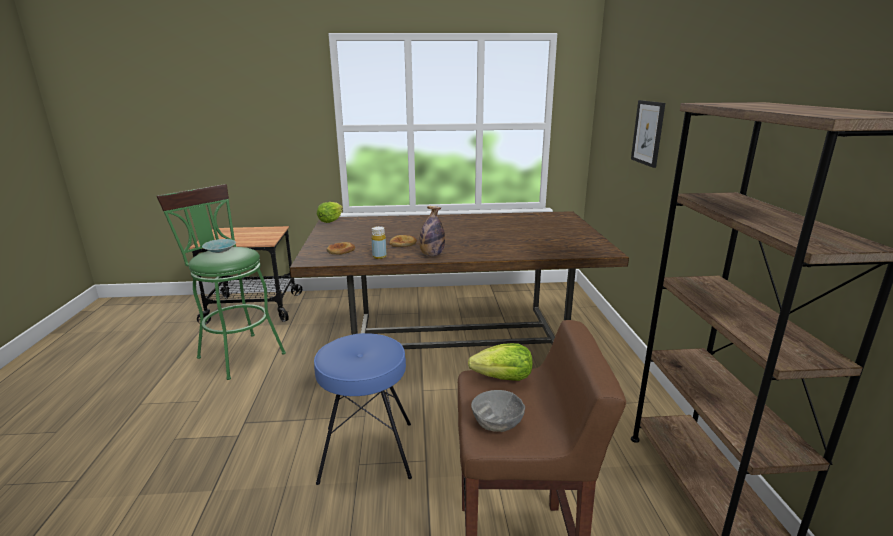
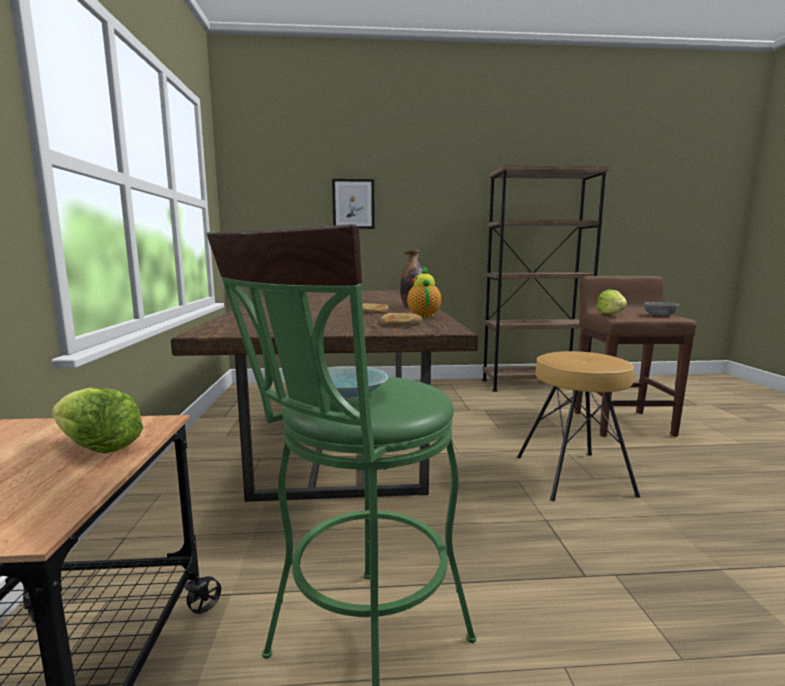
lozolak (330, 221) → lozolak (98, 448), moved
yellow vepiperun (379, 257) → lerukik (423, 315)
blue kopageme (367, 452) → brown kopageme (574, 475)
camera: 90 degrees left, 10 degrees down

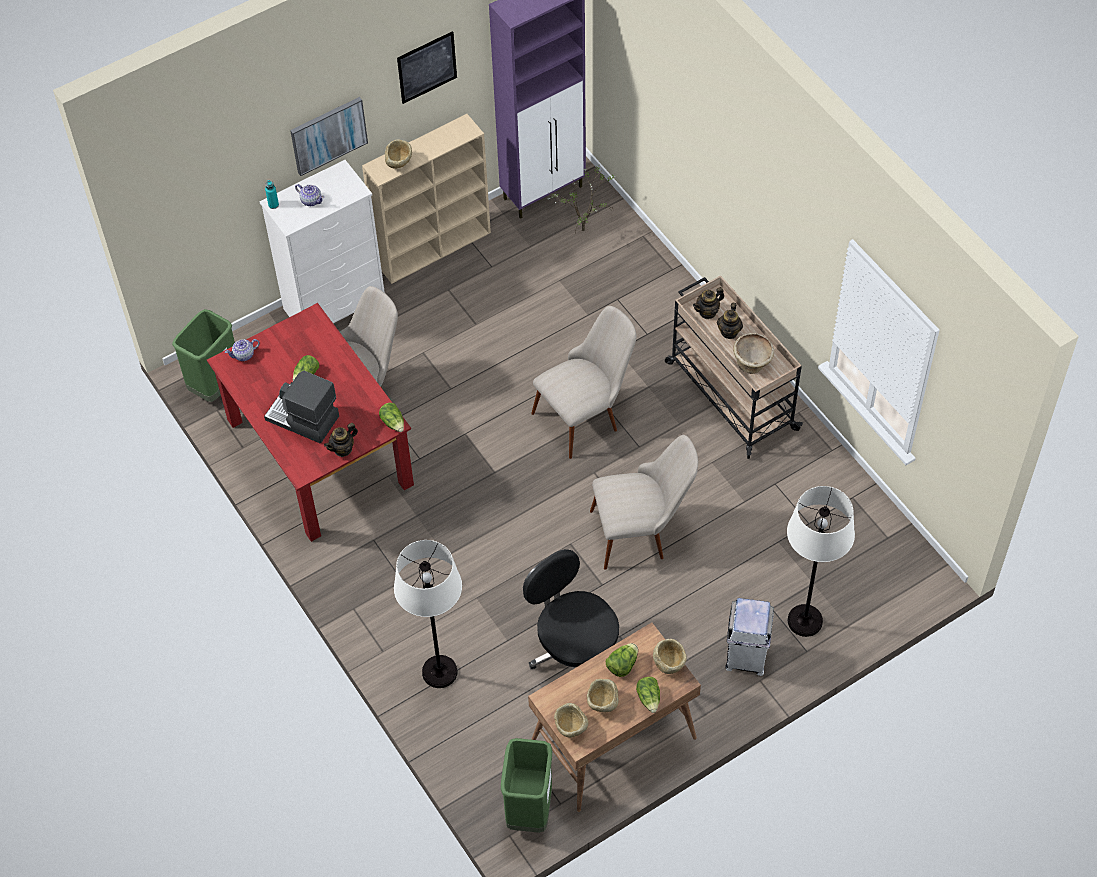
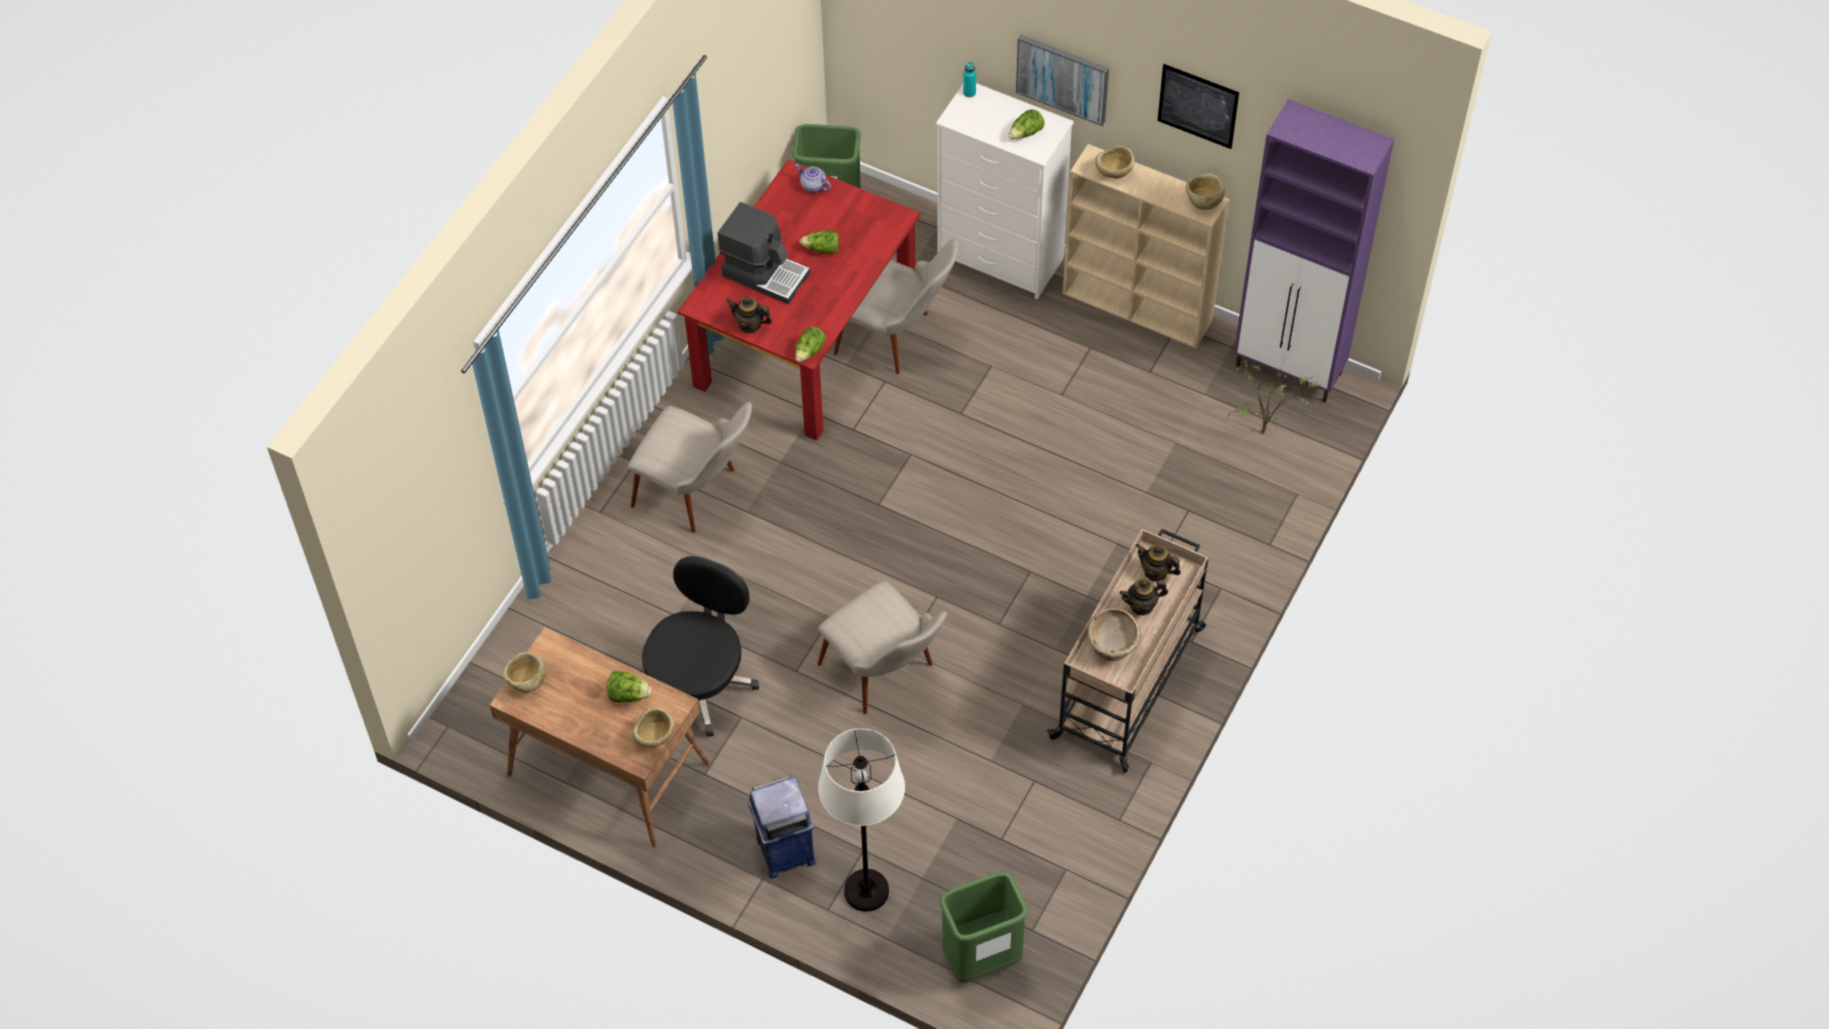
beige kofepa (586, 414) → beige kofepa (699, 494), moved
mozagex (302, 419) → mozagex (765, 273), 120 degrees clockwise
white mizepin (746, 657) → blue mizepin (784, 851)
green mizepin (529, 810) → green mizepin (981, 960), moved
lozolak (649, 698) → lozolak (1026, 133), moved
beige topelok (602, 703) → beige topelok (1203, 202), moved
lerukik (311, 200) → -
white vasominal (439, 672) → -
camera: 60 degrees right, 0 degrees up

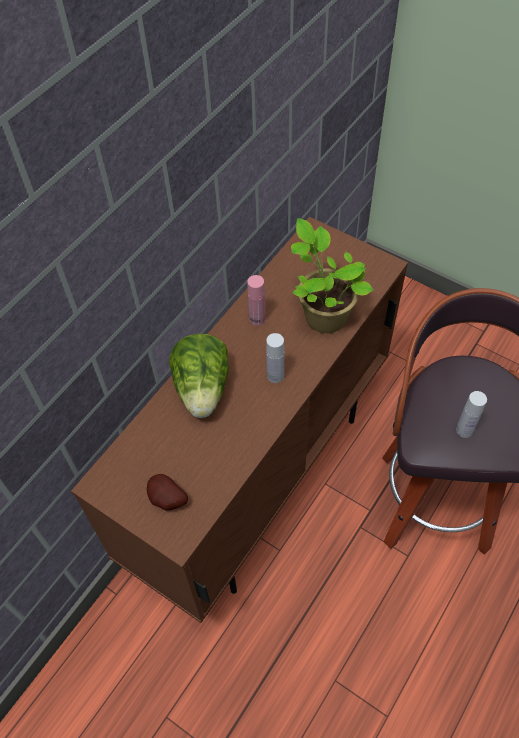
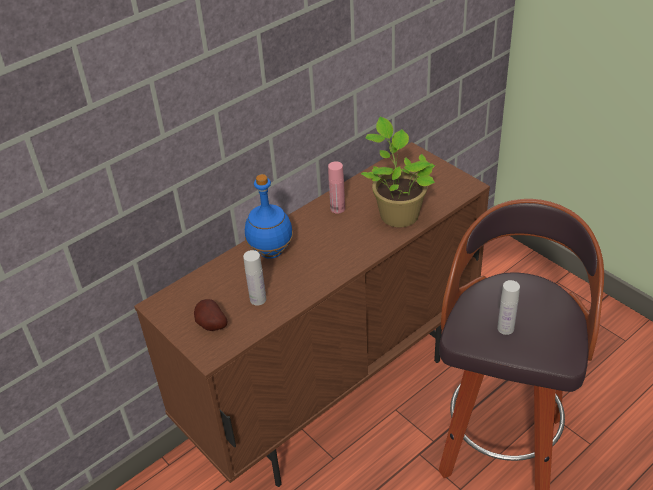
white vepiperun (275, 375) → white vepiperun (258, 299), moved
lozolak (203, 389) → blue vepiperun (271, 251)
camera: 15 degrees right, 15 degrees down

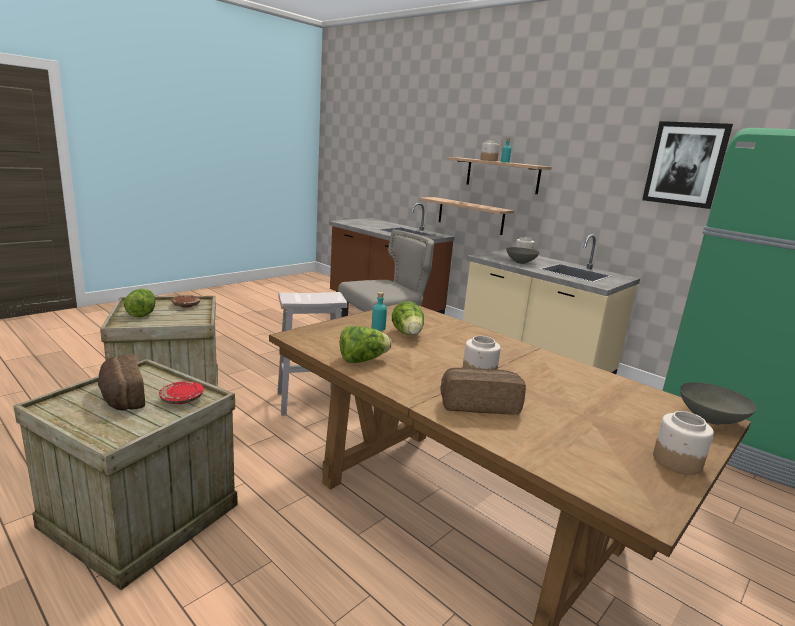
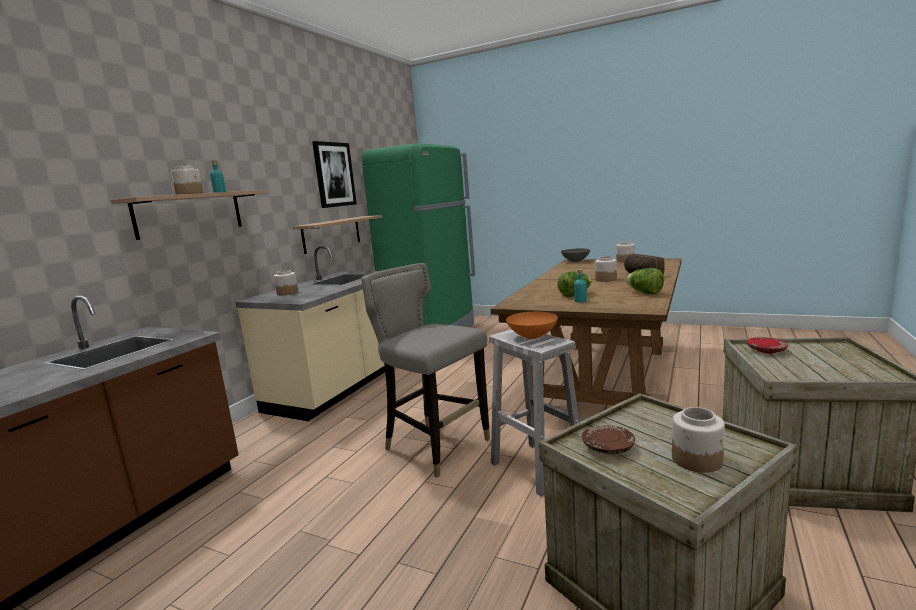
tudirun (470, 215) → tudirun (332, 234), moved
- → orange topelok (533, 336)
lozolak (142, 313) → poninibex (697, 460)
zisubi (121, 397) → -
grey topelok (521, 262) → -
camera: 105 degrees left, 5 degrees down

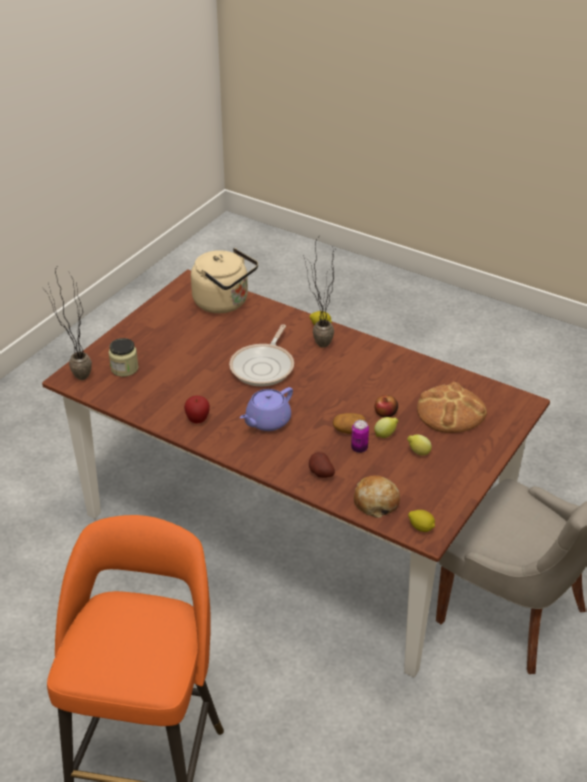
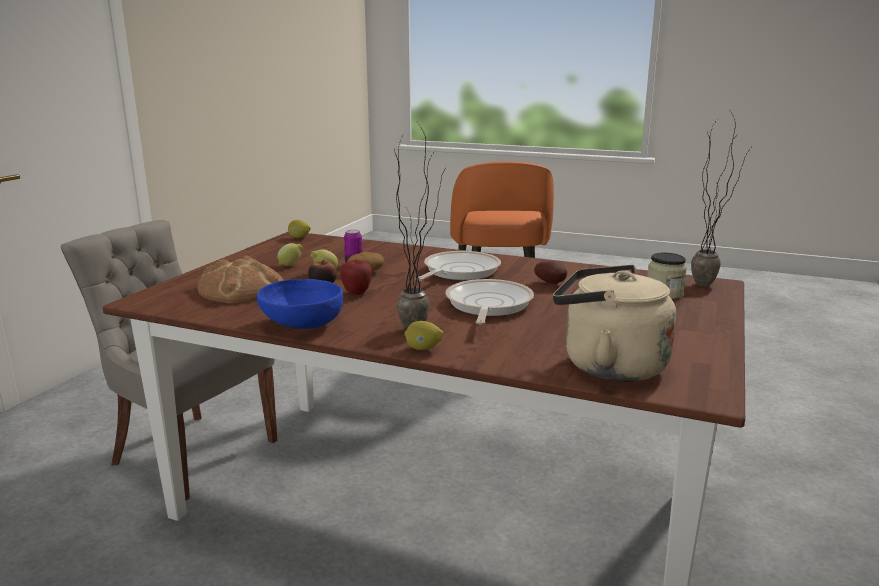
- → blue topelok (301, 324)
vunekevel (198, 420) → vunekevel (356, 293), moved
purple lerukik (267, 421) → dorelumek (458, 272)
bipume (320, 474) → bipume (551, 283), moved
zisubi (376, 502) → -
camera: 170 degrees right, 20 degrees down

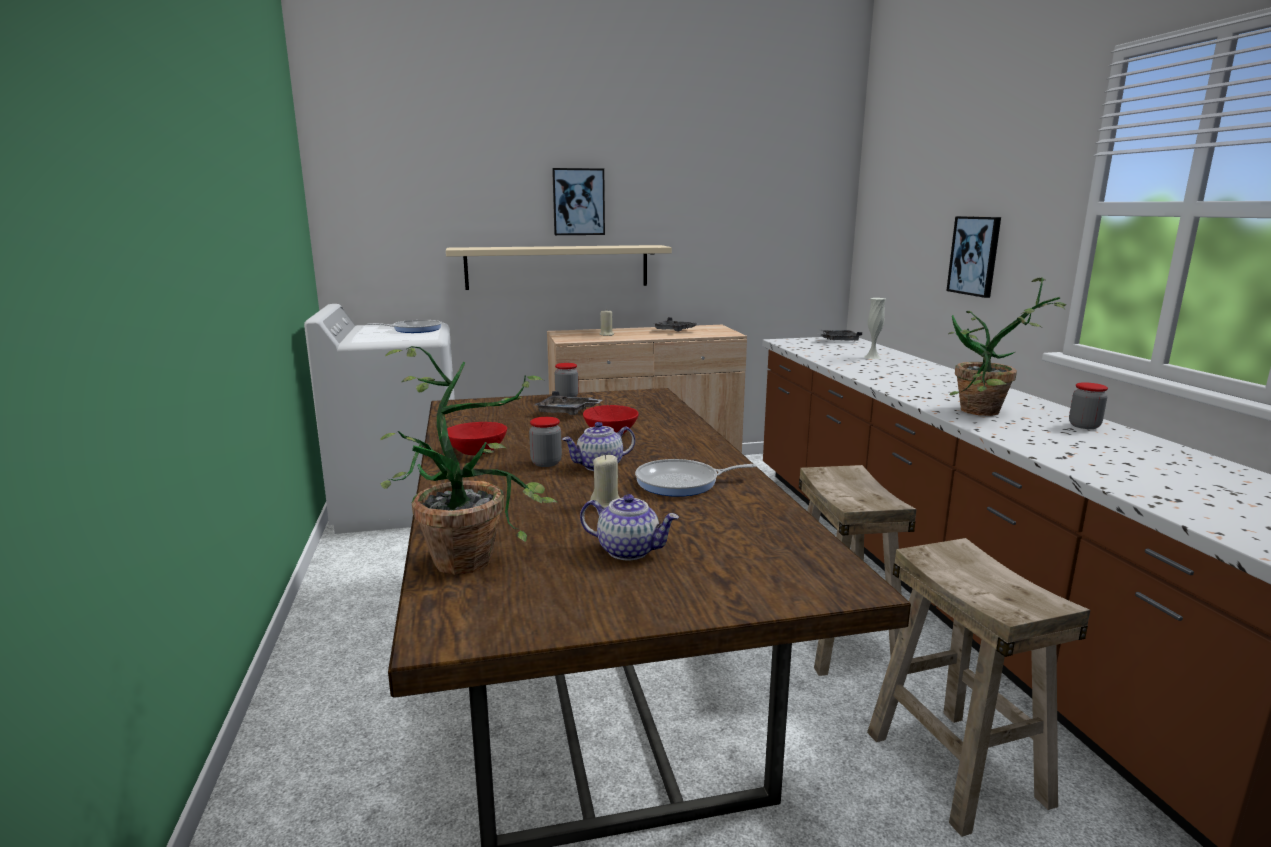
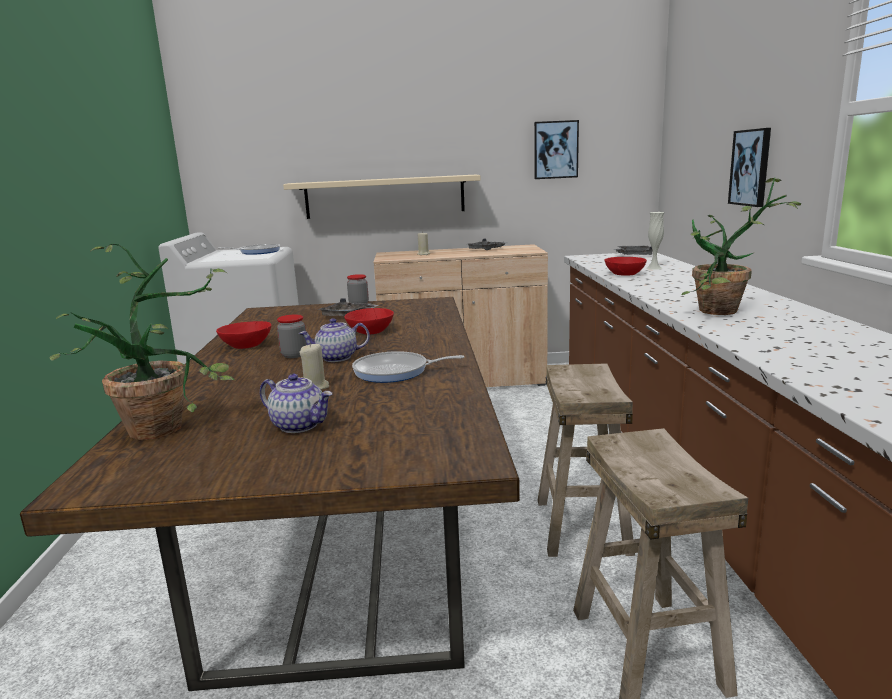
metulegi (578, 202) → metulegi (555, 150), moved
- → red topelok (624, 274)
poninibex (1084, 426) → -
camera: 10 degrees right, 0 degrees up

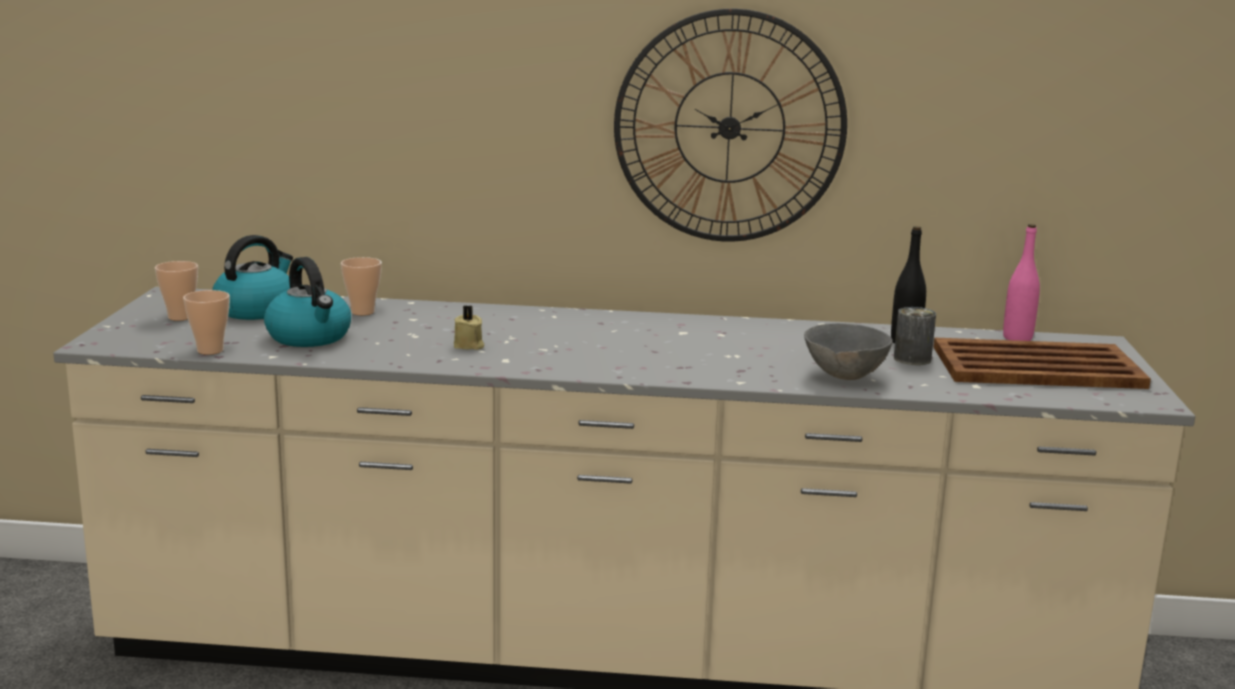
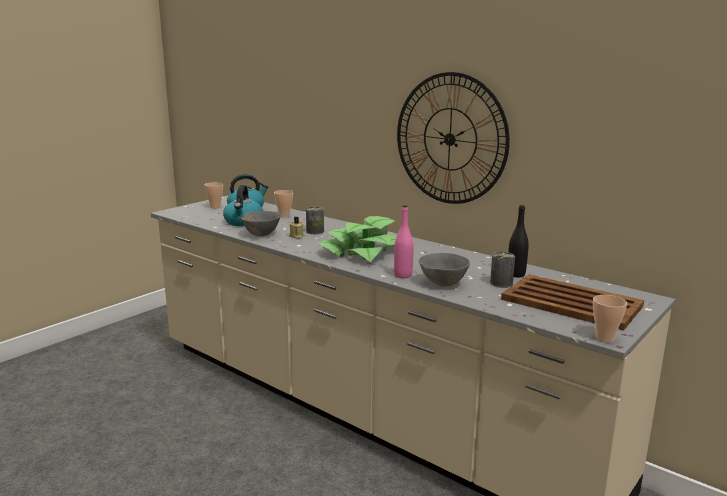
- → grey topelok (261, 234)
- → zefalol (315, 231)
- → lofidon (363, 252)
pink vepiperun (1017, 338) → pink vepiperun (403, 275), moved
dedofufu (210, 350) → dedofufu (604, 338), moved
camera: 35 degrees right, 0 degrees up

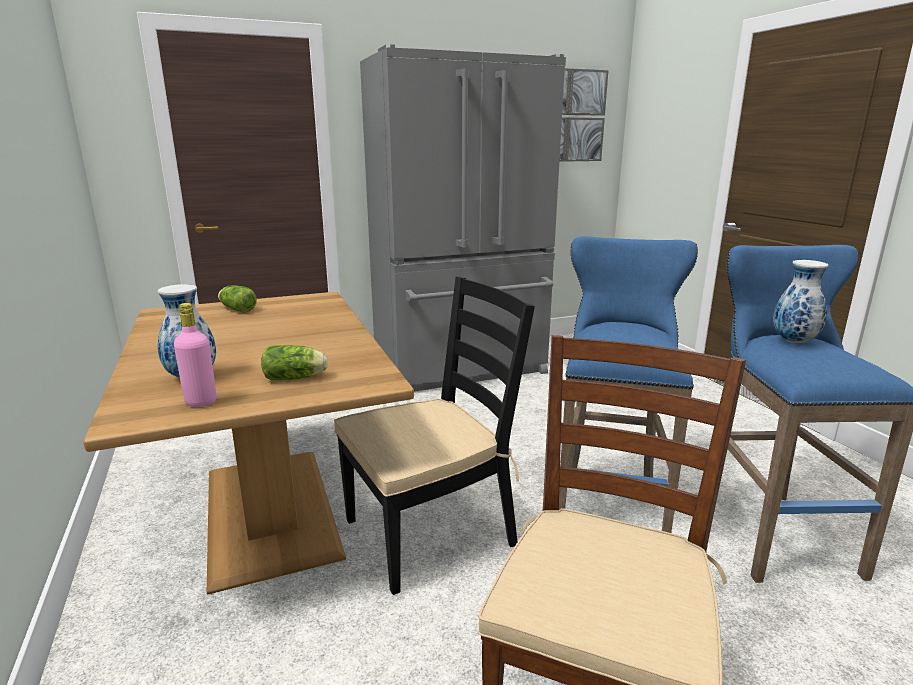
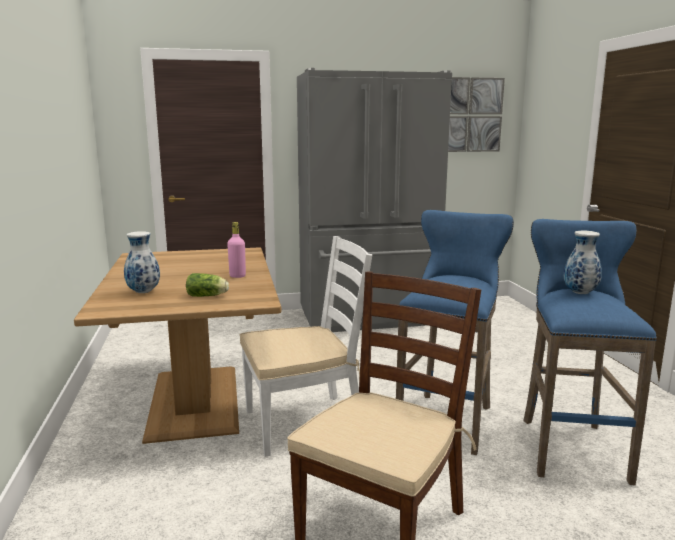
pink vepiperun (201, 402) → pink vepiperun (237, 276), moved
black kofepa (431, 531) → white kofepa (304, 423)
lozolak (236, 309) → -
camera: 10 degrees right, 5 degrees down

